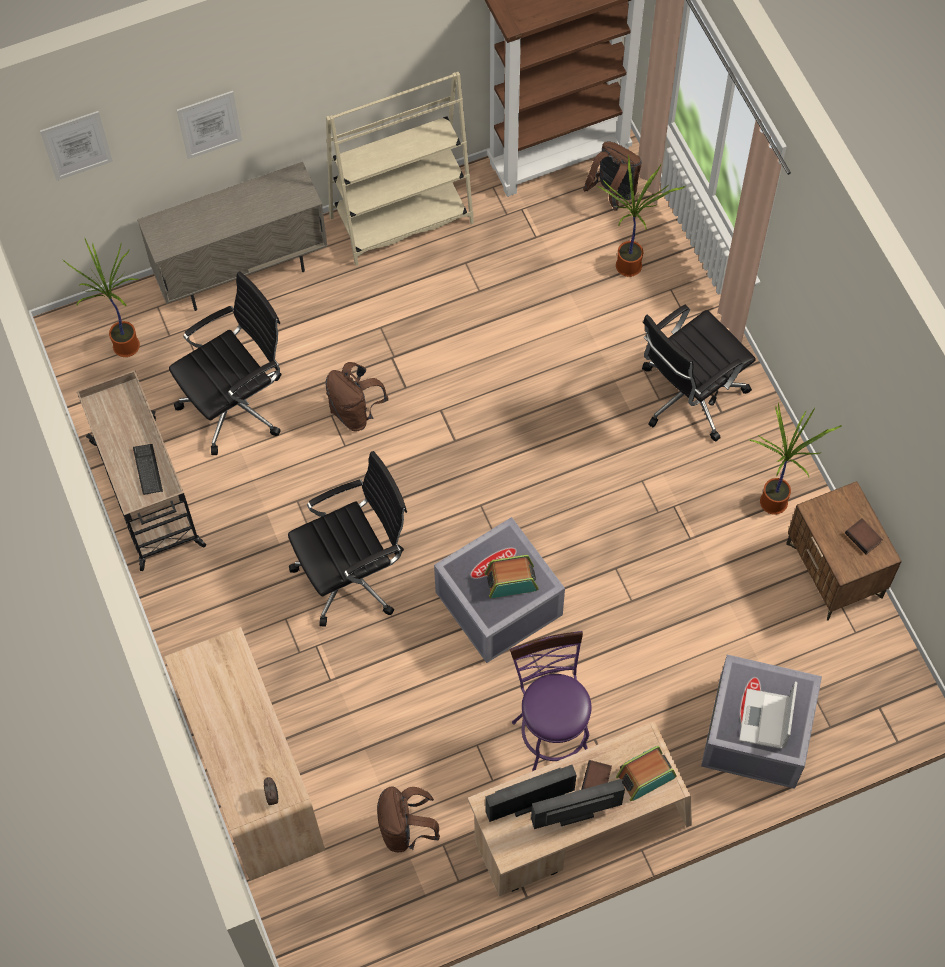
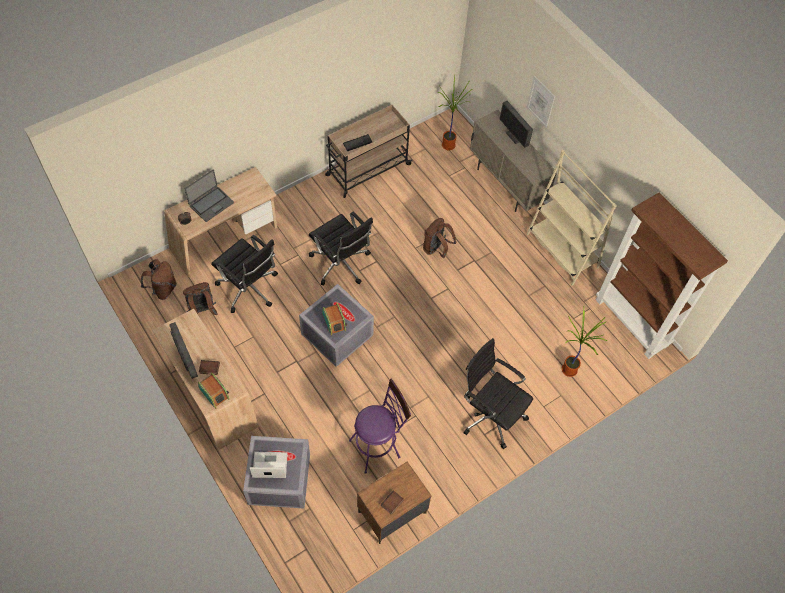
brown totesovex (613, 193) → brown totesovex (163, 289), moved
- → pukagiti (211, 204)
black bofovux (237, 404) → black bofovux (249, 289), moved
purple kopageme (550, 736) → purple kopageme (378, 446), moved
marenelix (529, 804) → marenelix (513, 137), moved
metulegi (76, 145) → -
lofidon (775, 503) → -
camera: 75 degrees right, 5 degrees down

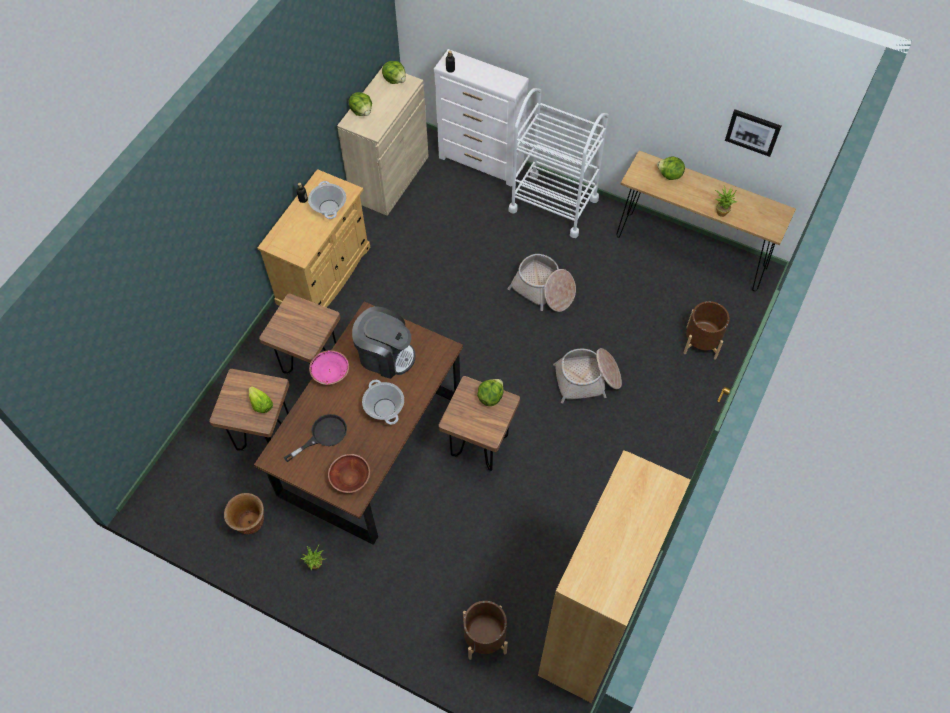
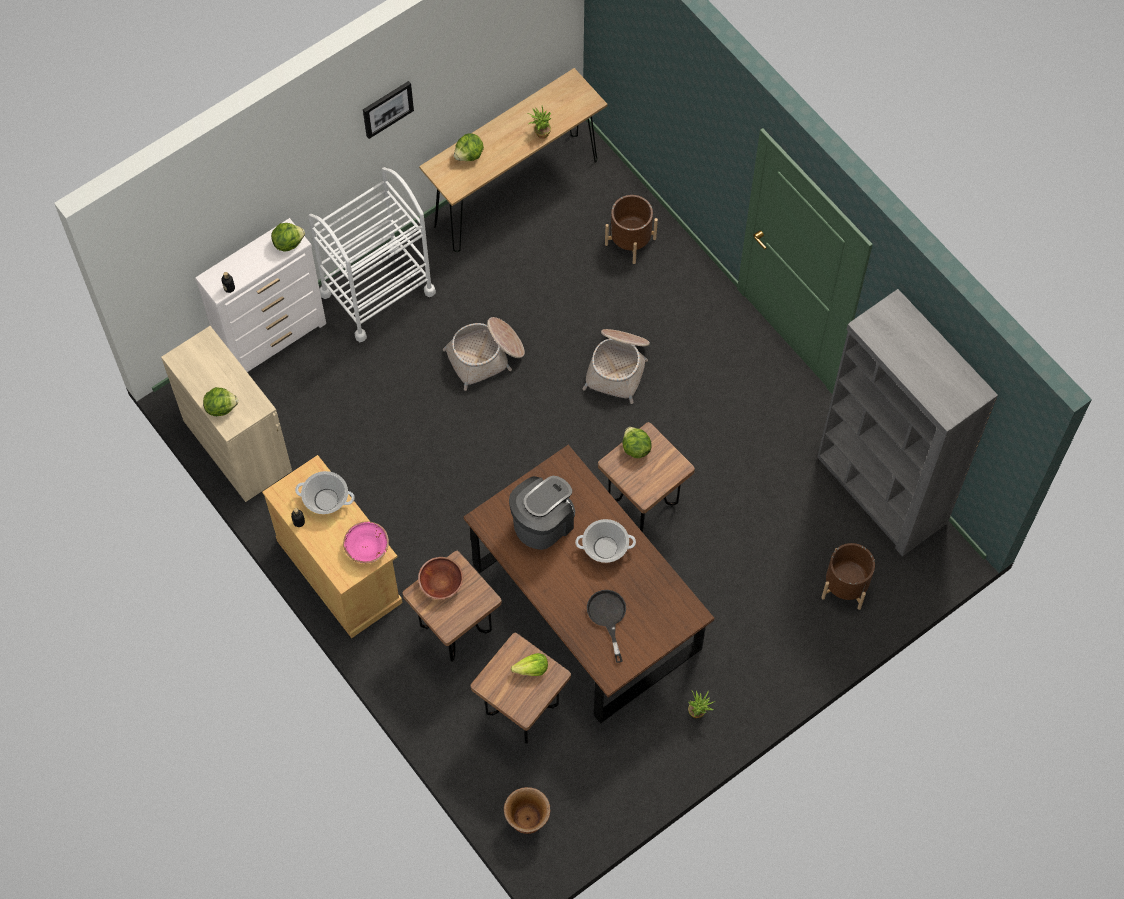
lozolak (395, 80) → lozolak (288, 242), moved
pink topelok (330, 373) → pink topelok (367, 547), moved
metulegi (753, 132) → metulegi (387, 108), moved
brown topelok (350, 478) → brown topelok (441, 582), moved
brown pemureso (250, 523) → brown pemureso (527, 819), moved
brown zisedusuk (591, 630) → grey zisedusuk (881, 491)
camera: 65 degrees left, 5 degrees up

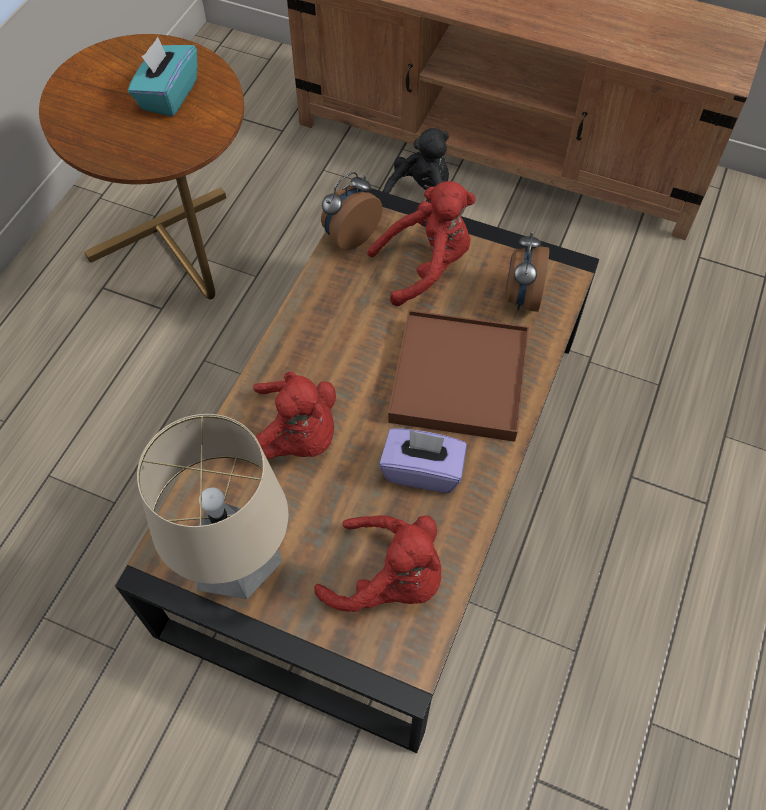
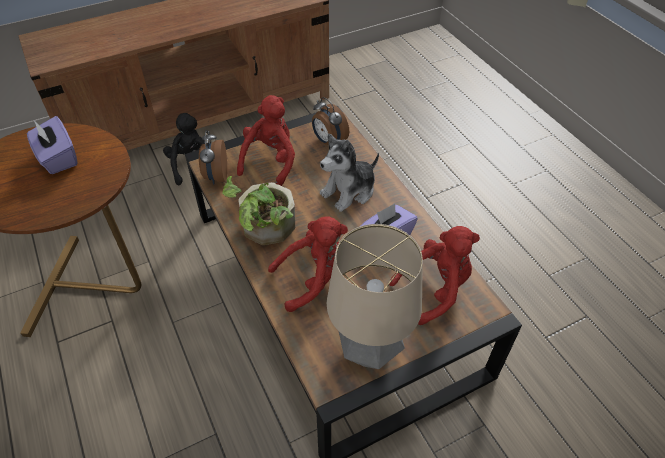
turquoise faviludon (168, 95) → purple faviludon (58, 158)
- → lofidon (264, 230)
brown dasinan (459, 379) → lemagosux (349, 191)
camera: 50 degrees left, 10 degrees down

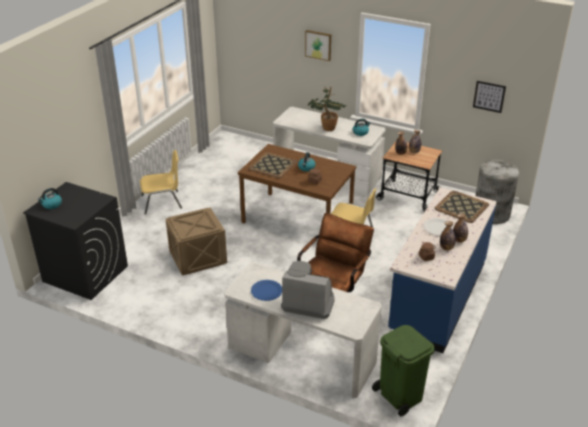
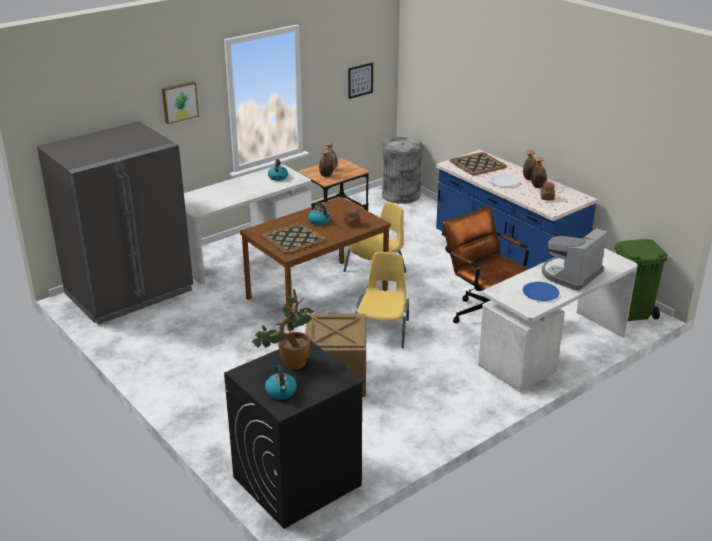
- → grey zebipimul (130, 292)
lofidon (326, 127) → lofidon (289, 364), moved
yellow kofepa (162, 202) → yellow kofepa (382, 331), moved
camera: 65 degrees left, 5 degrees down

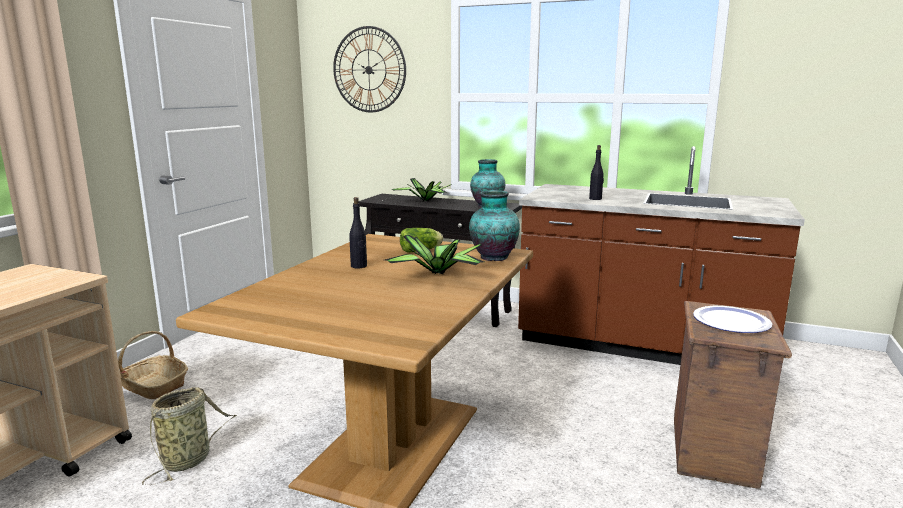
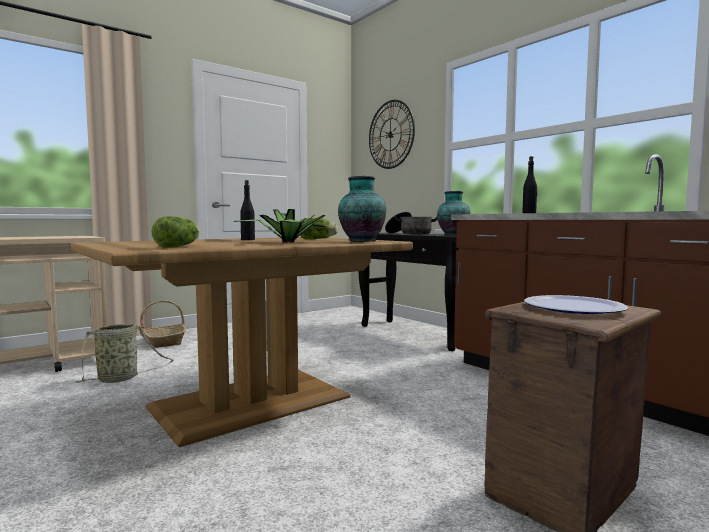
- → lozolak (179, 246)
lofidon (426, 201) → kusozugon (409, 233)
camera: 30 degrees right, 10 degrees down

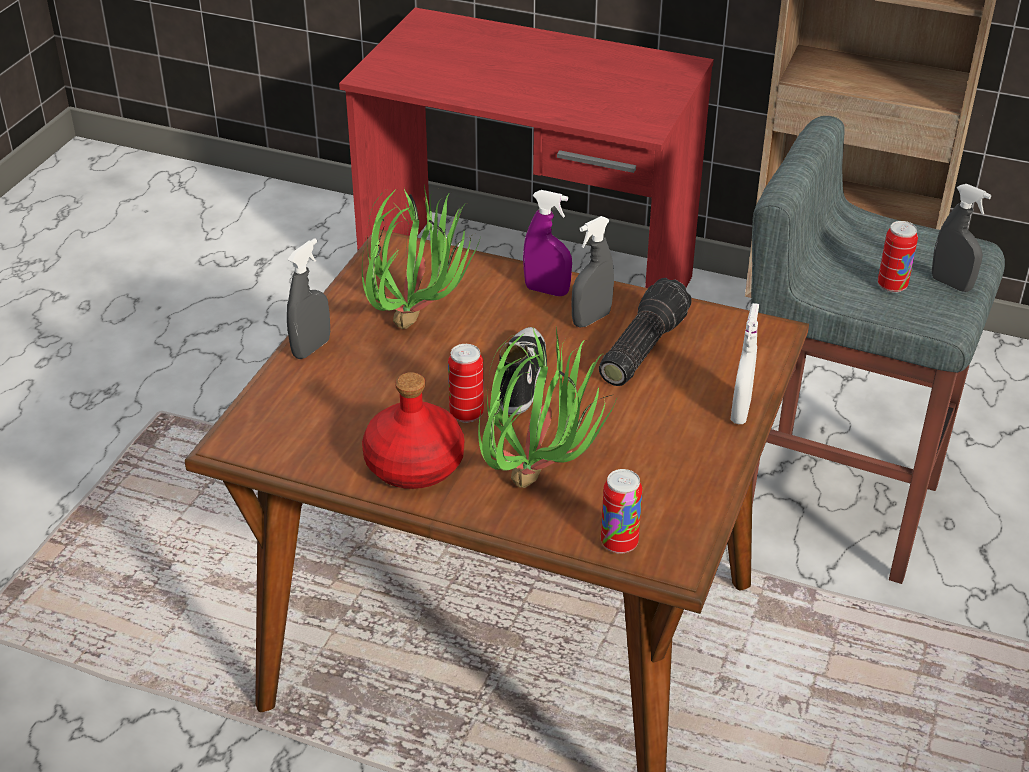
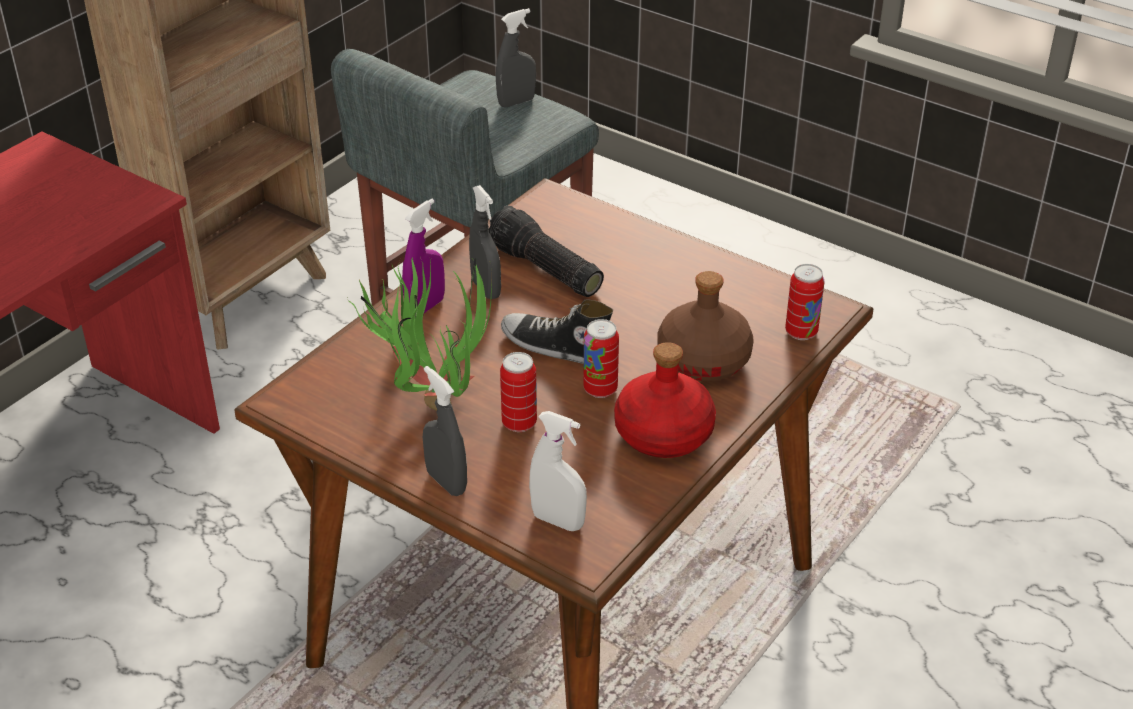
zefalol (892, 286) → zefalol (519, 423), moved
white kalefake (740, 411) → white kalefake (558, 521), moved
lofidon (541, 476) → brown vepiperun (703, 359)
camera: 75 degrees left, 0 degrees up

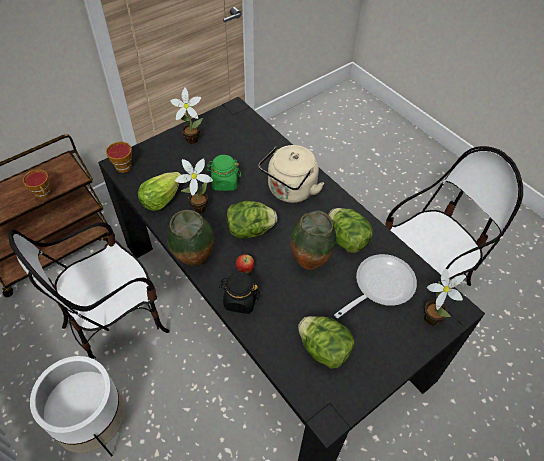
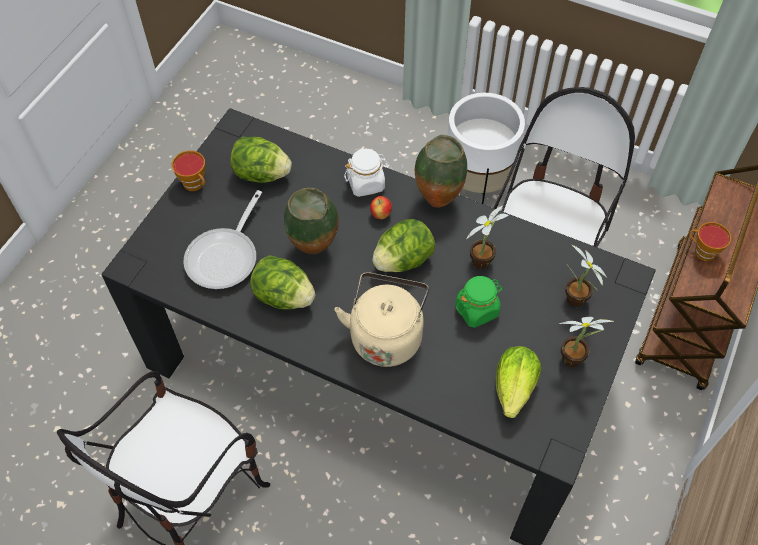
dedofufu (123, 165) → dedofufu (195, 184), moved
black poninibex (240, 300) → white poninibex (366, 183)
lozolak (161, 200) → lozolak (514, 387), moved
lofidon (431, 316) → lofidon (576, 302), moved
camera: 155 degrees right, 5 degrees up

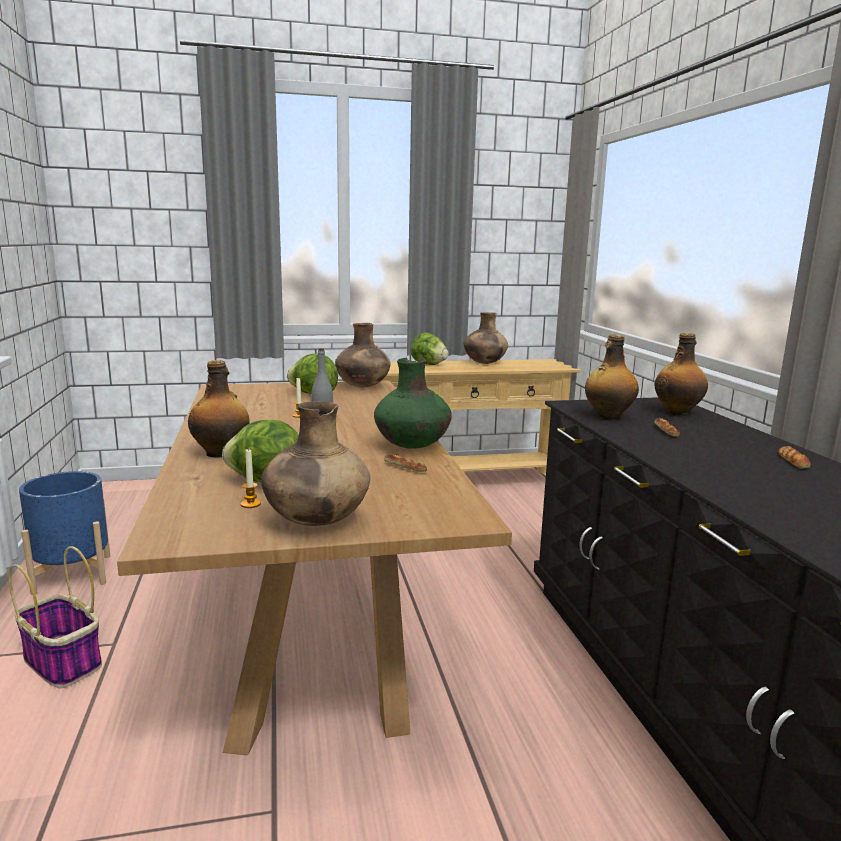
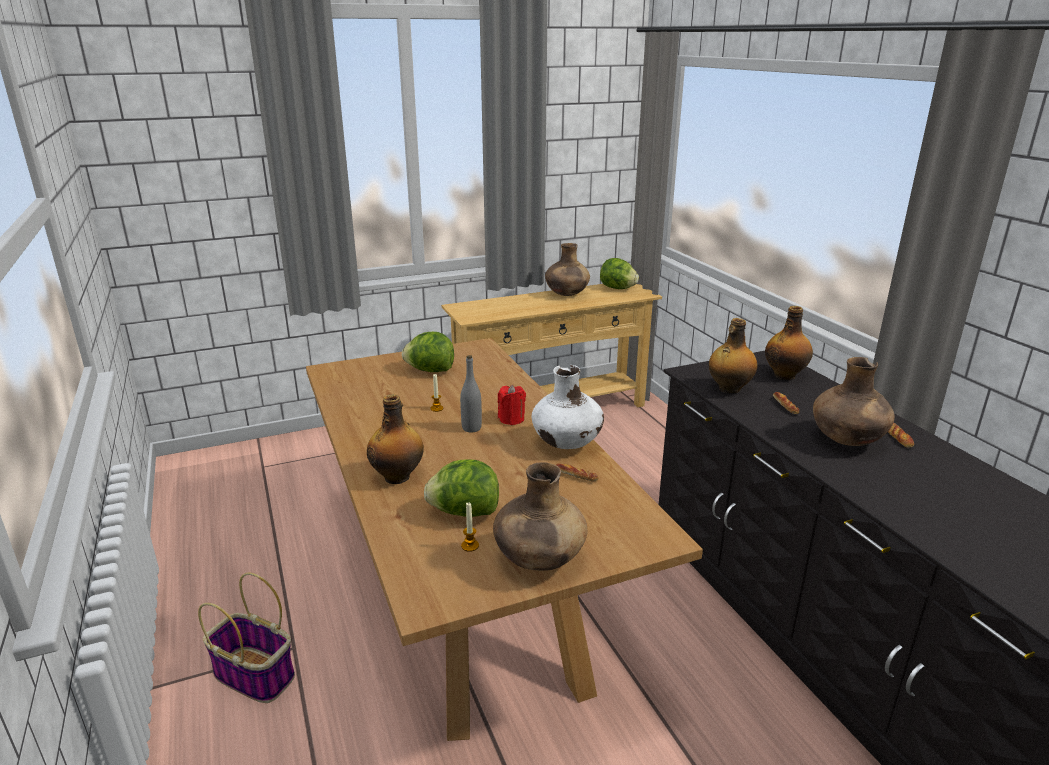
- → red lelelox (511, 419)
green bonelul (412, 446) → white bonelul (567, 444)
lozolak (428, 364) → lozolak (617, 288), moved
brown bonelul (362, 387) → brown bonelul (847, 440), moved
blue pemureso (72, 574) → -
camera: 10 degrees left, 10 degrees up

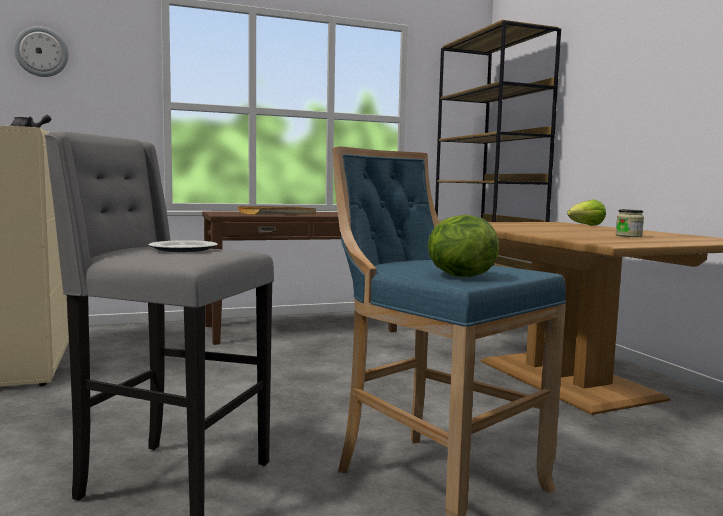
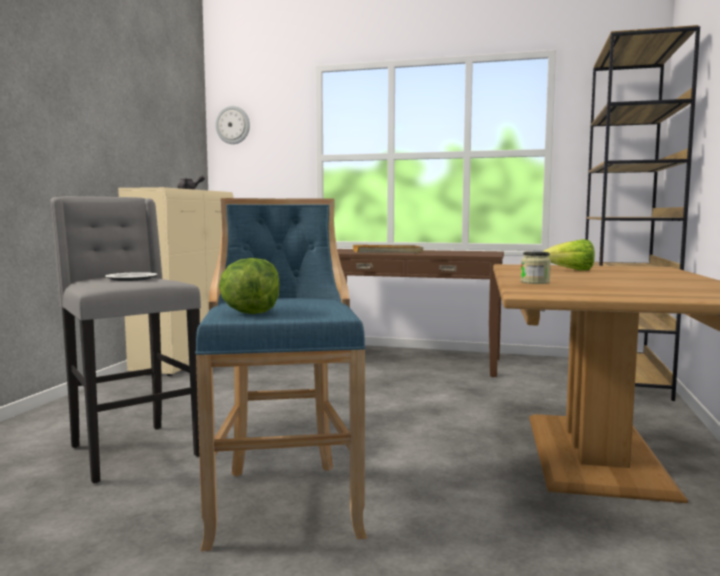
poninibex (628, 236) → poninibex (535, 282), moved
lozolak (585, 225) → lozolak (570, 270), moved
camera: 35 degrees right, 0 degrees up

